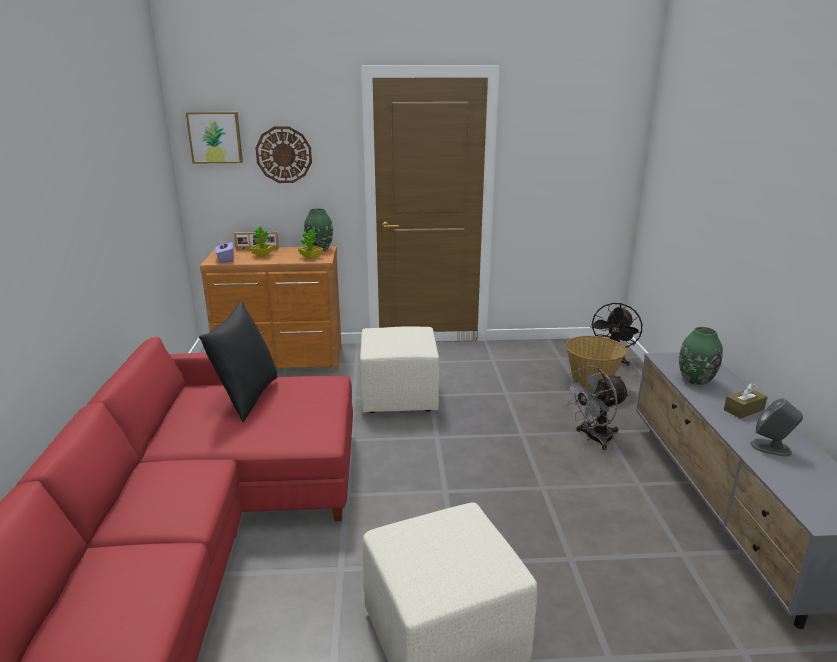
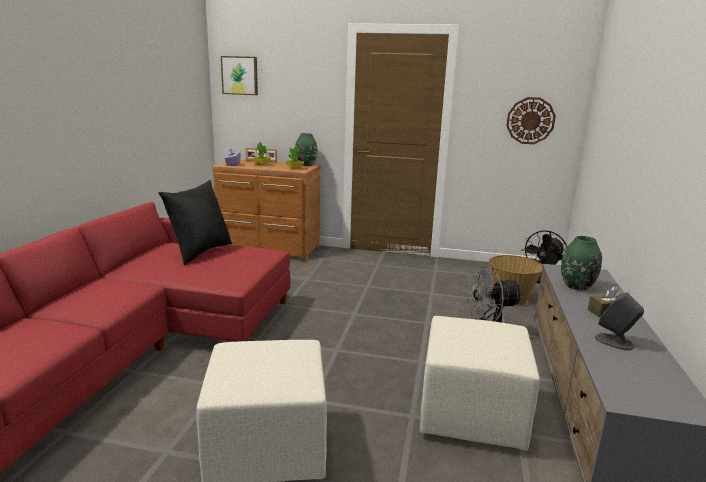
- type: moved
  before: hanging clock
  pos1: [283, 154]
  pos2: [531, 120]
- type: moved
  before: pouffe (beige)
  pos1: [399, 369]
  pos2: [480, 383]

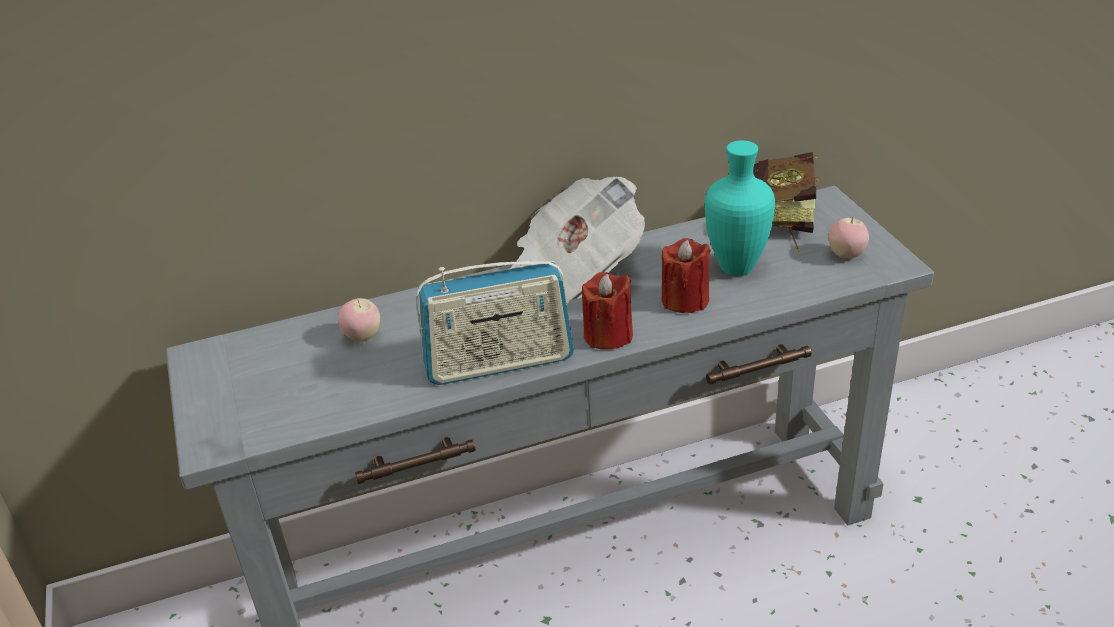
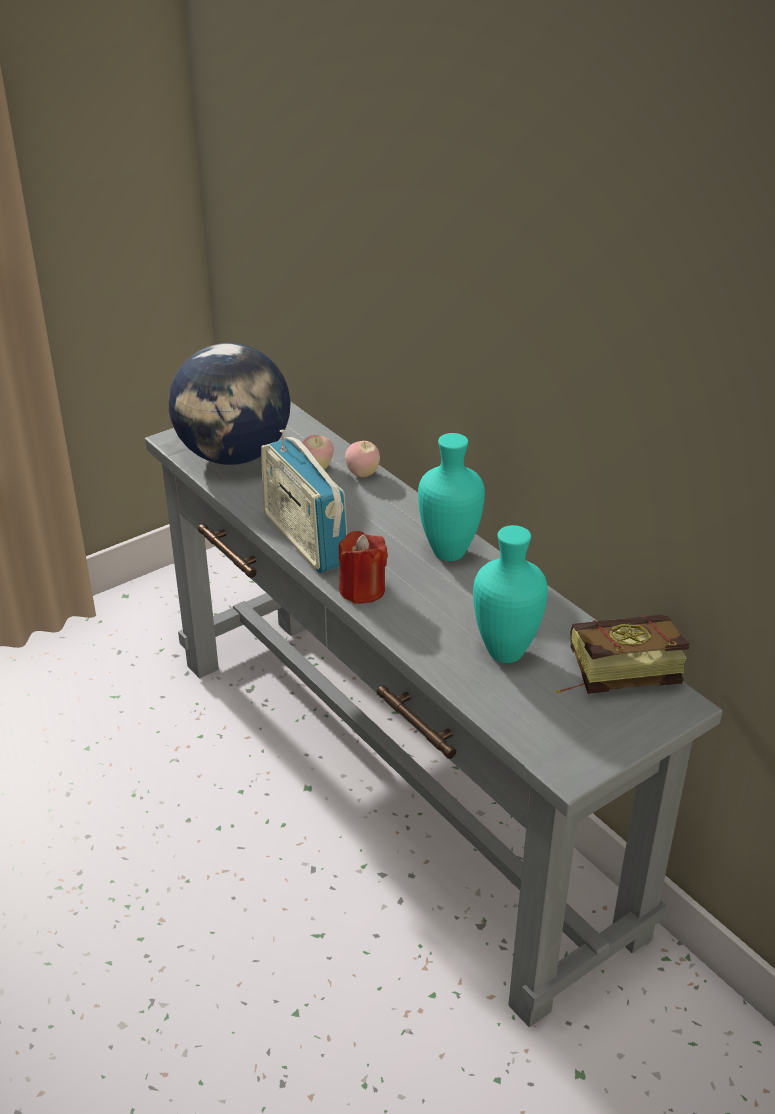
- type: removed
  before: candle (red-coloured)
  pos1: [686, 275]
- type: added
  after: globe
  pos2: [230, 404]
- type: moved
  before: apple fruit
  pos1: [849, 237]
  pos2: [362, 459]
- type: replaced
  before: newspaper
  after: flower vase (turquoise)
  pos1: [578, 241]
  pos2: [451, 497]

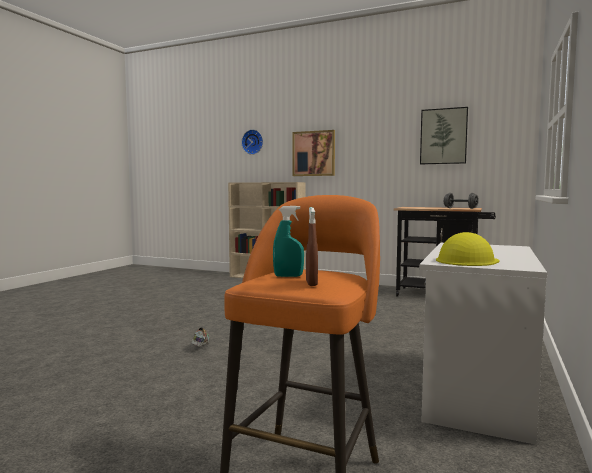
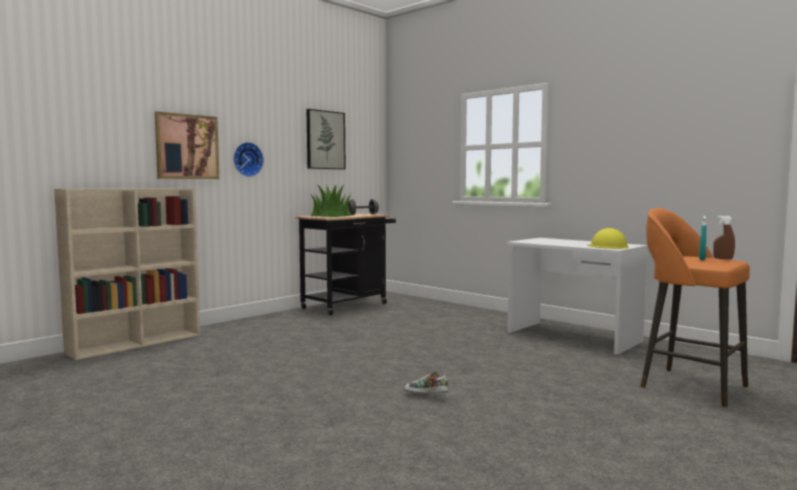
- type: added
  after: houseplant
  pos2: [331, 200]
- type: moved
  before: hanging clock
  pos1: [252, 142]
  pos2: [248, 159]

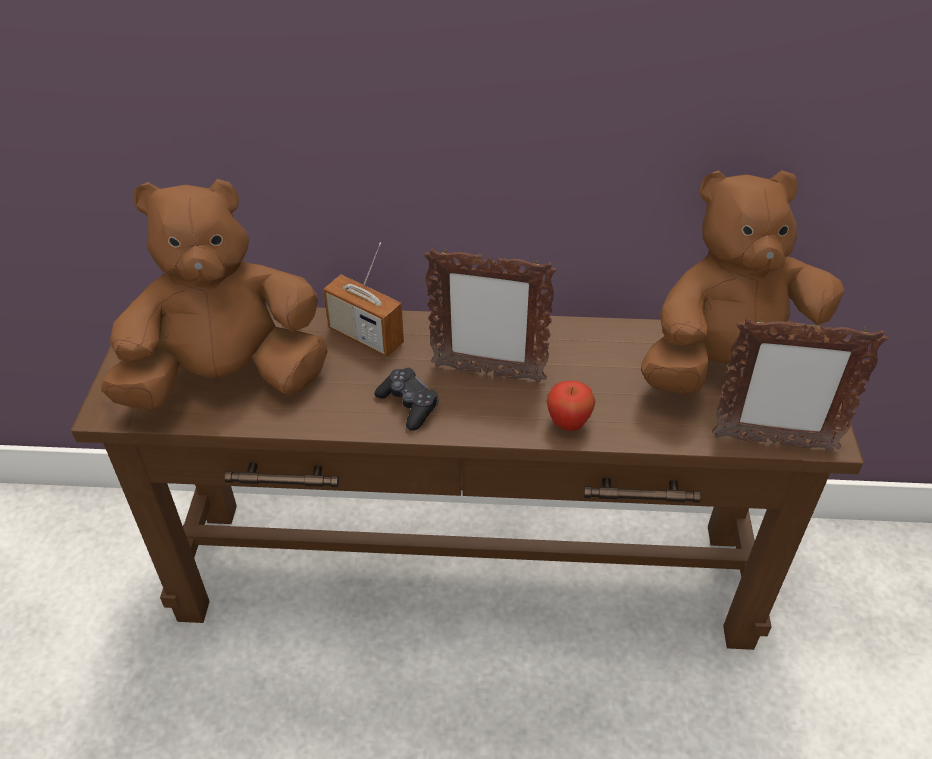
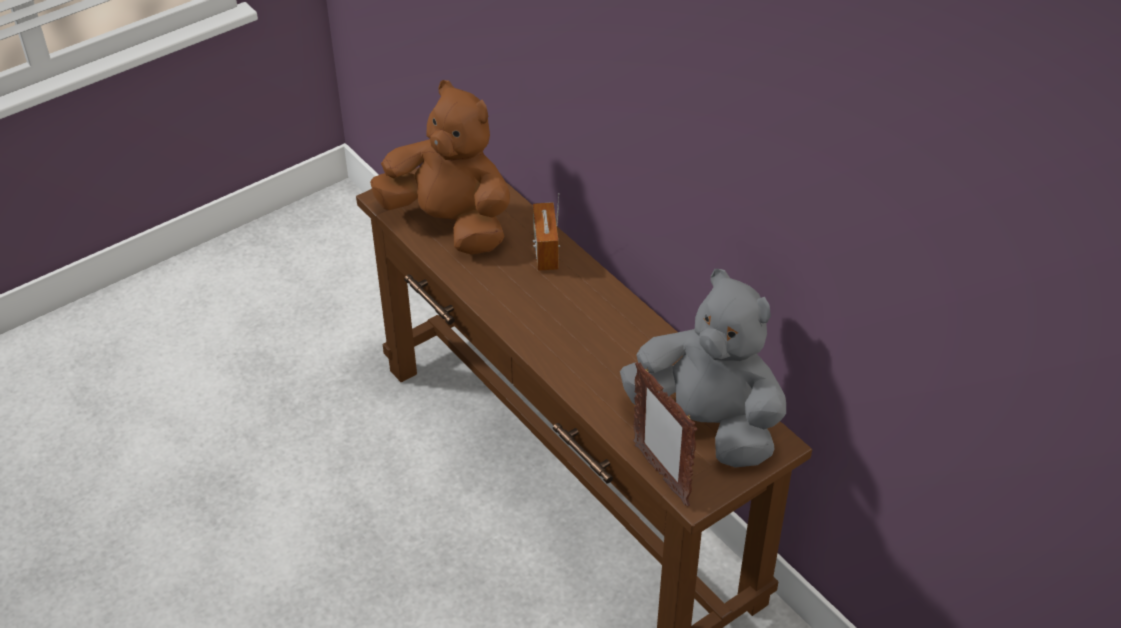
- type: removed
  before: game controller (black)
  pos1: [406, 399]
- type: removed
  before: photo frame
  pos1: [490, 315]
- type: removed
  before: apple fruit
  pos1: [571, 406]
- type: recoloured
  before: soft toy (brownish)
  after: soft toy (gray)
  pos1: [742, 282]
  pos2: [703, 368]

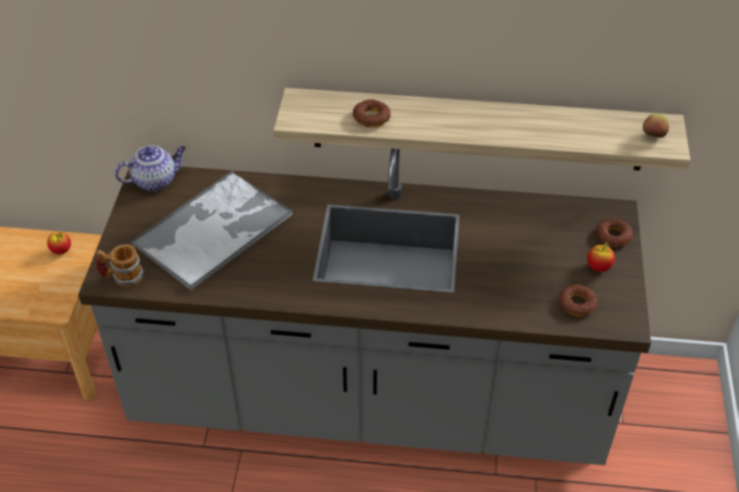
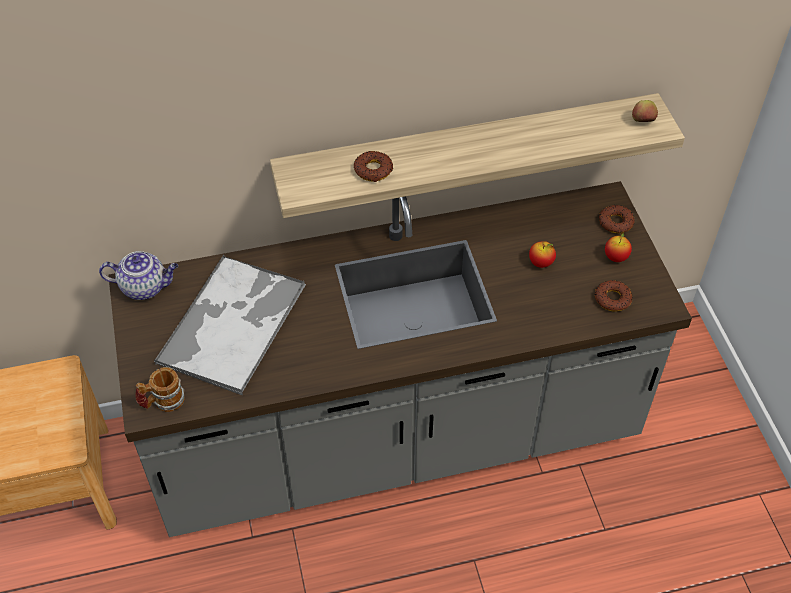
- type: moved
  before: apple fruit
  pos1: [59, 243]
  pos2: [542, 254]
- type: turned
  before: tea pot
  pos1: [150, 168]
  pos2: [138, 275]
  turn: 45

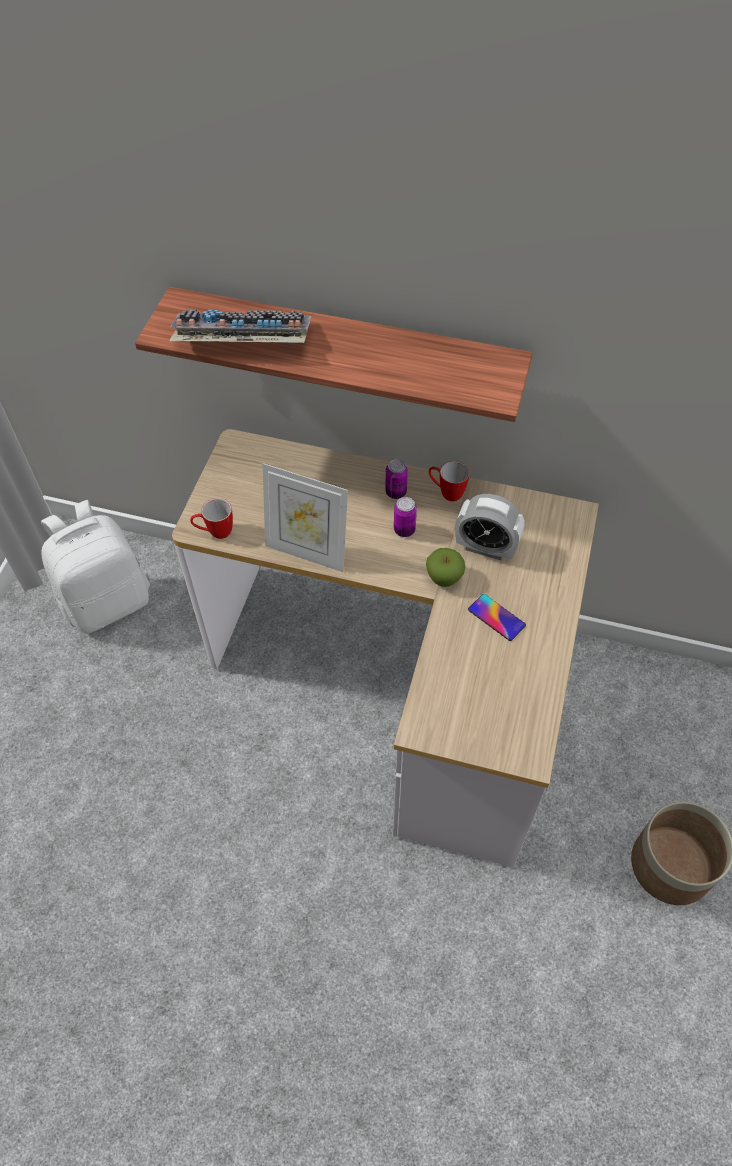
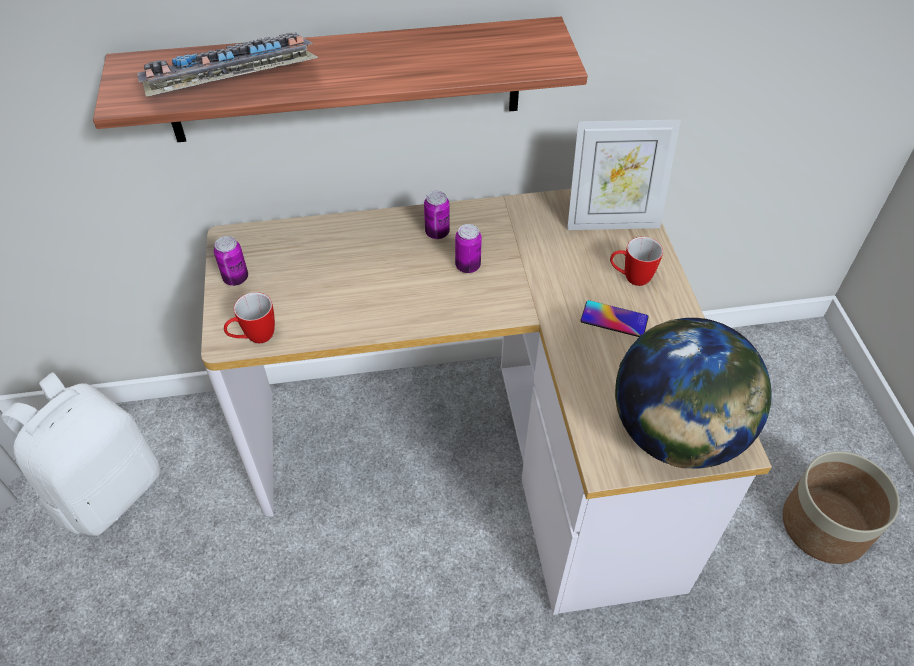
- type: removed
  before: apple fruit
  pos1: [445, 567]
- type: removed
  before: bedside clock
  pos1: [489, 527]
- type: added
  after: can
  pos2: [231, 261]
- type: added
  after: globe
  pos2: [693, 393]
- type: moved
  before: photo frame
  pos1: [305, 517]
  pos2: [624, 175]
- type: moved
  before: mug
  pos1: [449, 481]
  pos2: [636, 261]

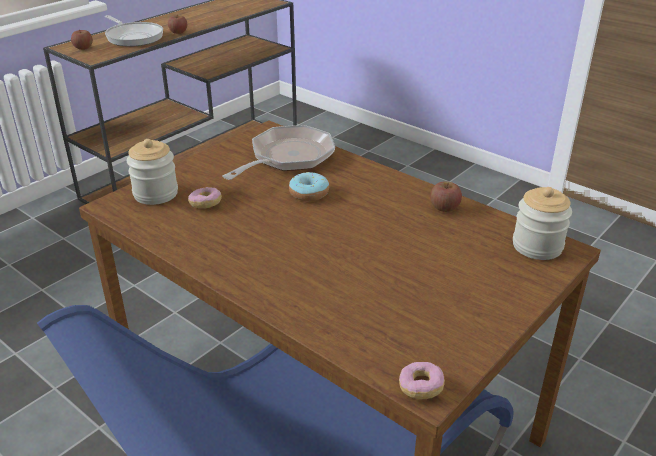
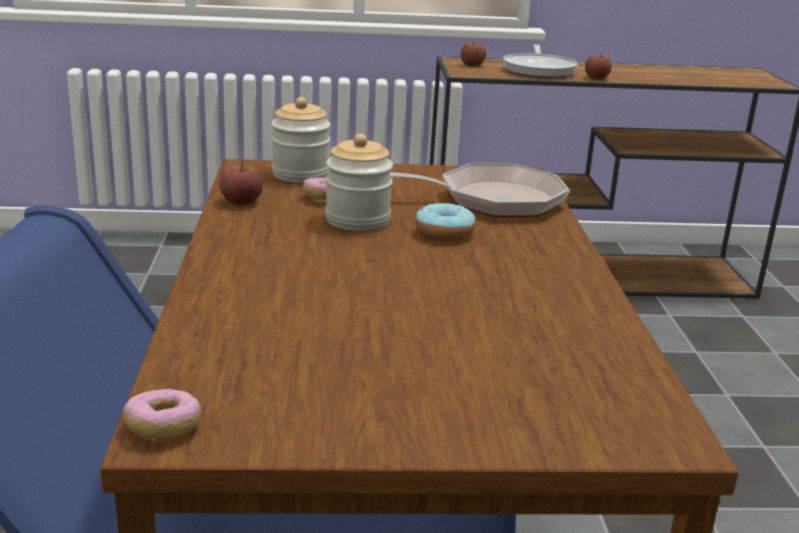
- type: moved
  before: apple fruit
  pos1: [446, 196]
  pos2: [241, 184]
- type: moved
  before: jar
  pos1: [542, 223]
  pos2: [359, 182]

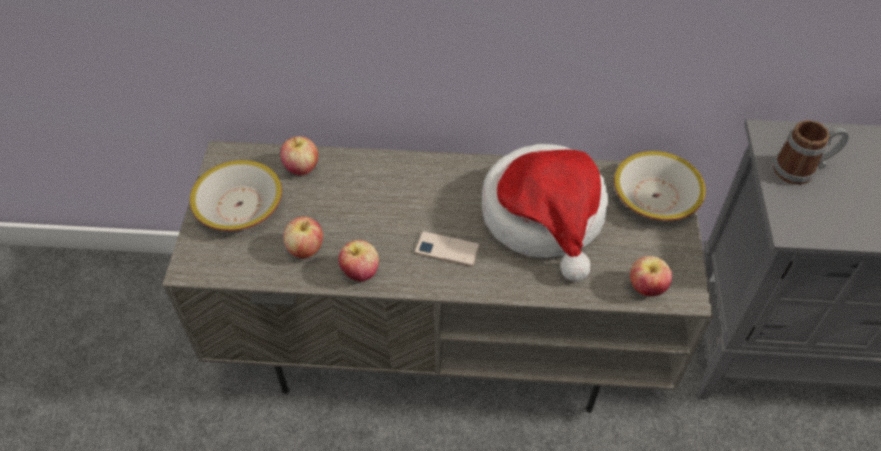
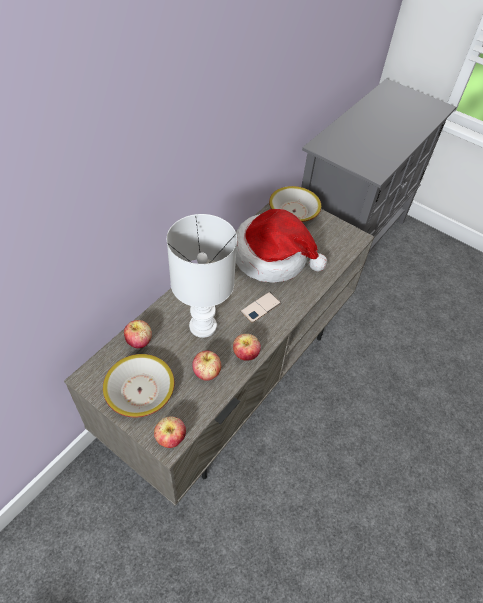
- type: removed
  before: mug
  pos1: [811, 152]
- type: added
  after: table lamp (white-coloured)
  pos2: [202, 276]
- type: moved
  before: apple fruit
  pos1: [651, 276]
  pos2: [170, 432]

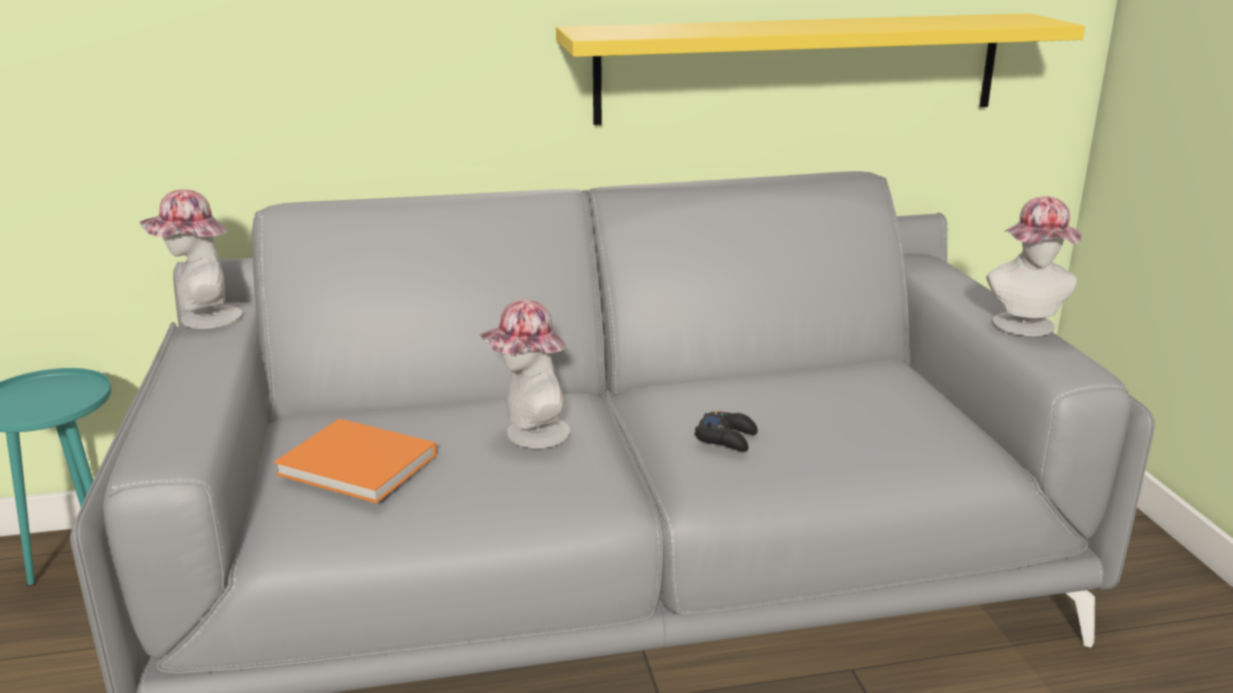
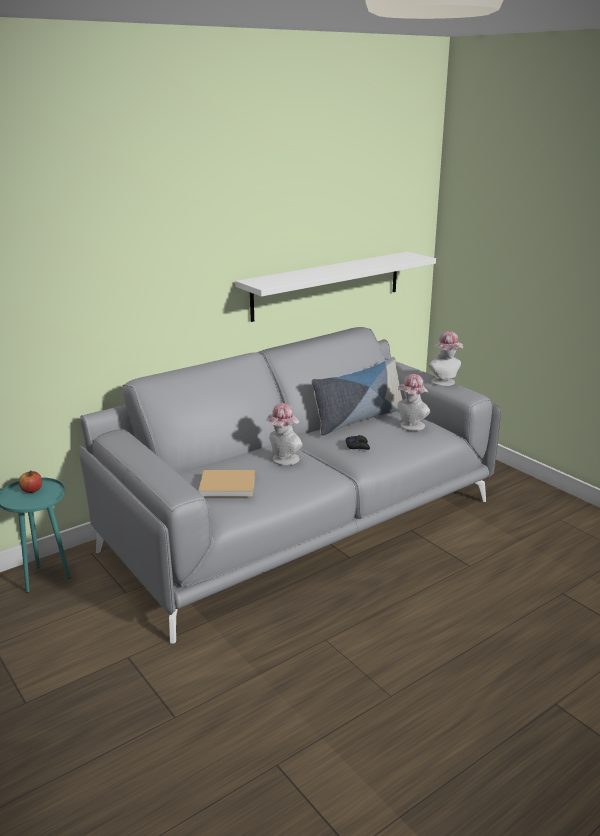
- type: added
  after: apple fruit
  pos2: [30, 481]
- type: added
  after: pillow
  pos2: [357, 396]
- type: moved
  before: hat
  pos1: [191, 259]
  pos2: [414, 402]
- type: recoloured
  before: bound book (orange-coloured)
  after: bound book (beige)
  pos1: [355, 460]
  pos2: [226, 483]
- type: recoloured
  before: wall shelf (yellow-coloured)
  after: wall shelf (white-coloured)
  pos1: [820, 69]
  pos2: [335, 287]

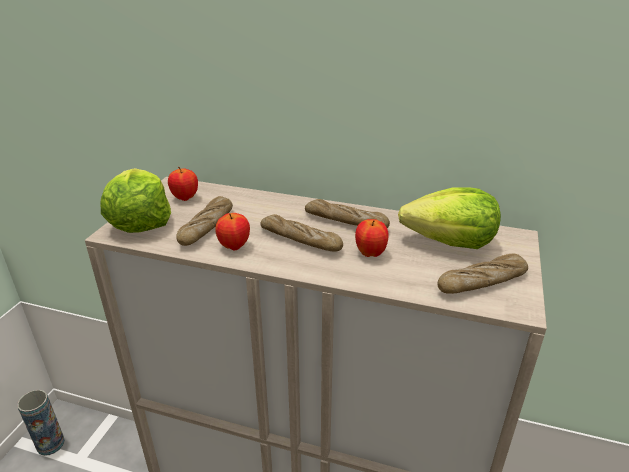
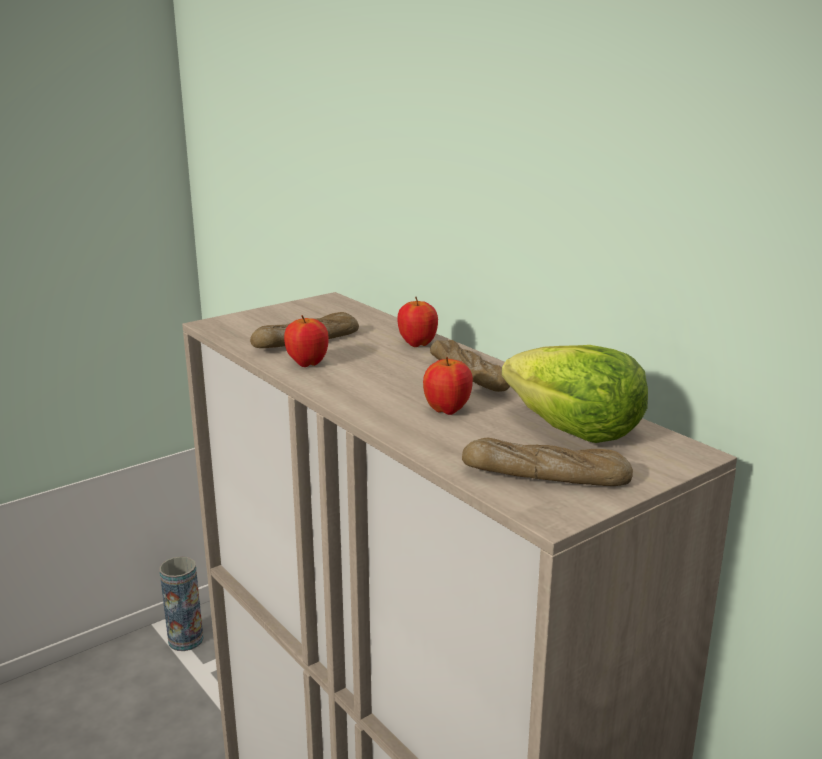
- type: removed
  before: lettuce
  pos1: [135, 200]
- type: removed
  before: bakery bread
  pos1: [301, 233]
- type: moved
  before: apple fruit
  pos1: [183, 184]
  pos2: [417, 322]

